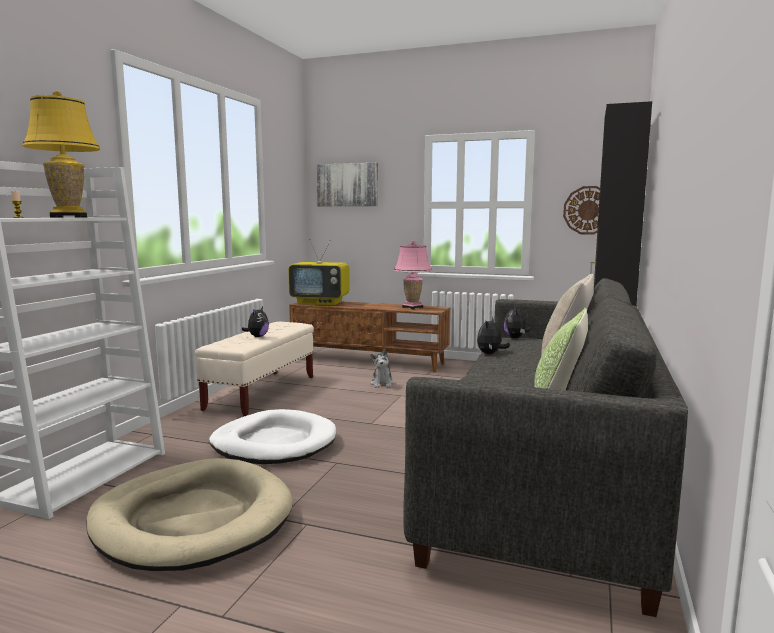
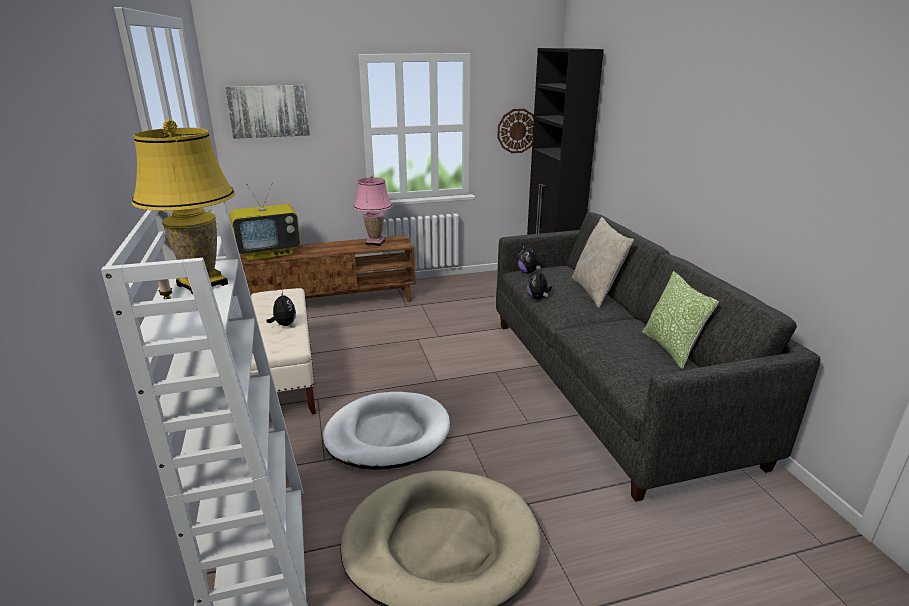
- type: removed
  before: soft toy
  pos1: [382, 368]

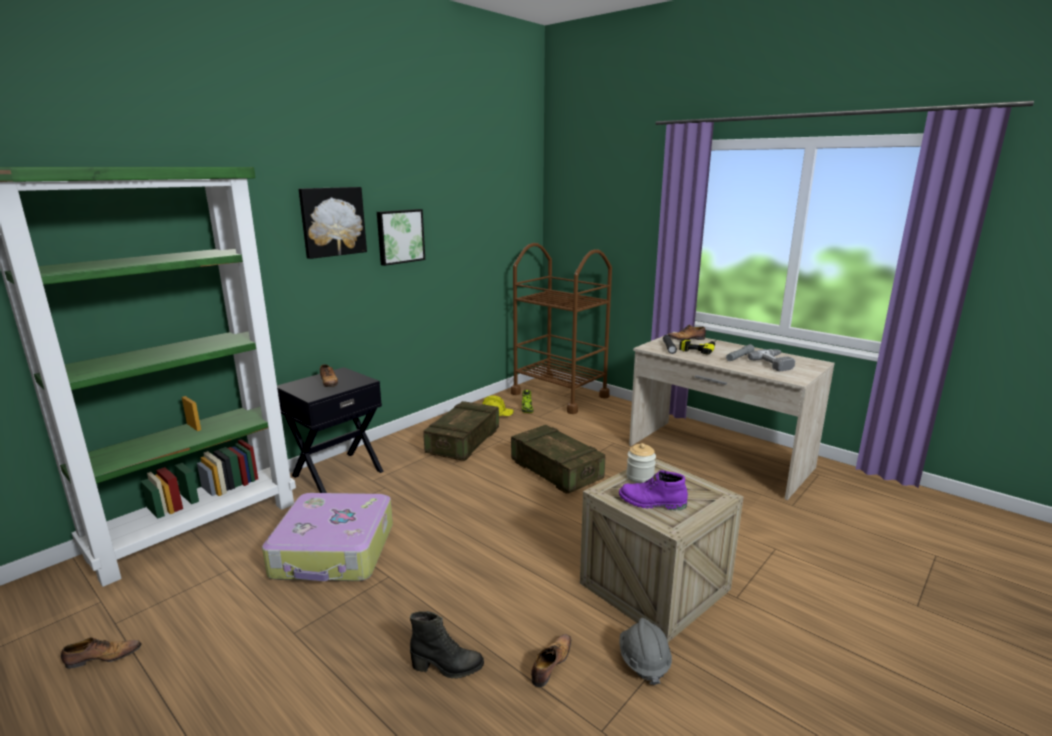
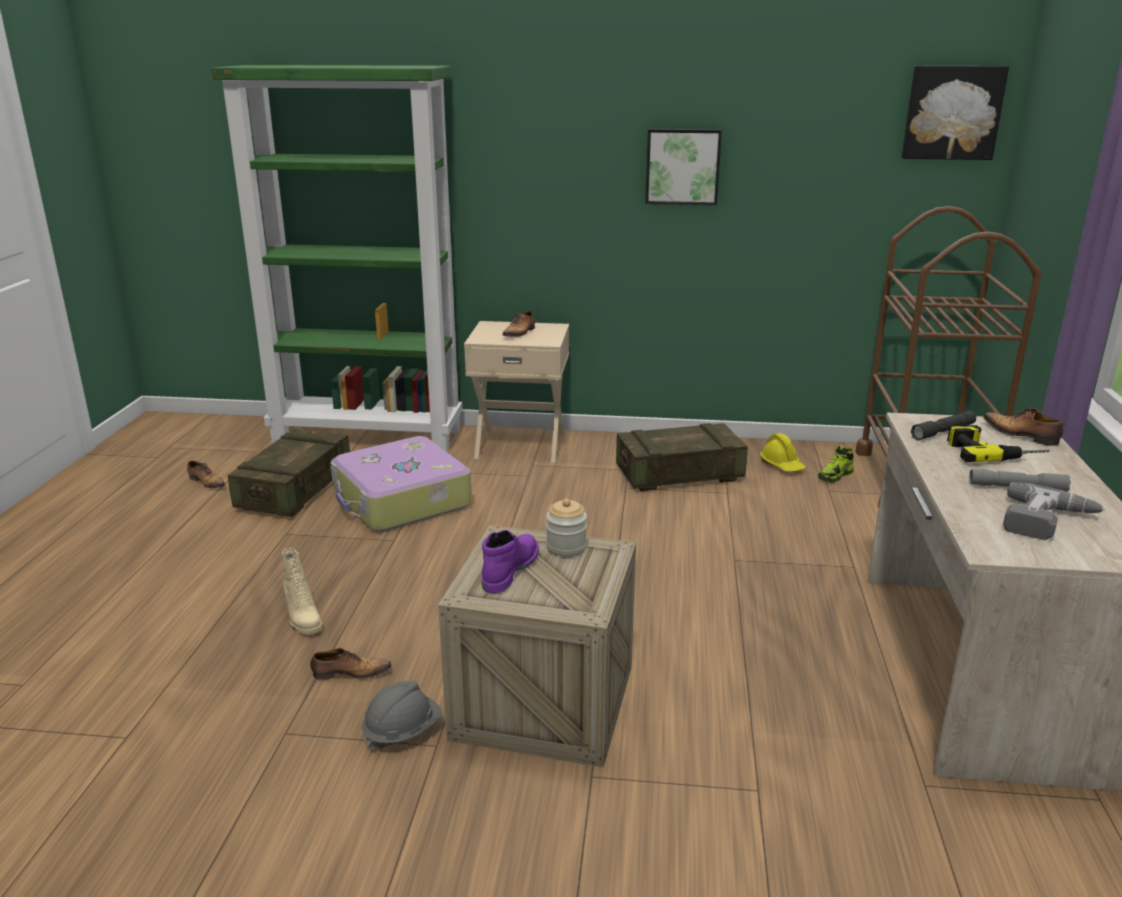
- type: moved
  before: wall picture
  pos1: [333, 223]
  pos2: [955, 113]
- type: moved
  before: crate
  pos1: [558, 459]
  pos2: [289, 472]
- type: recoloured
  before: bedside table (black)
  after: bedside table (beige)
  pos1: [330, 430]
  pos2: [516, 392]
- type: recoloured
  before: boot (black)
  after: boot (beige)
  pos1: [447, 645]
  pos2: [302, 591]
- type: turned
  before: boot (purple)
  pos1: [653, 490]
  pos2: [510, 562]
  turn: 45

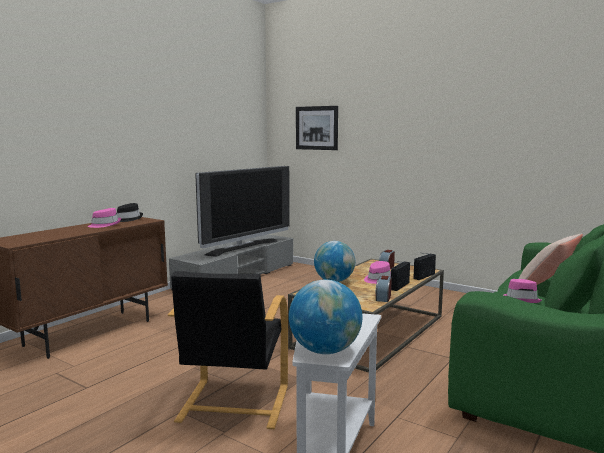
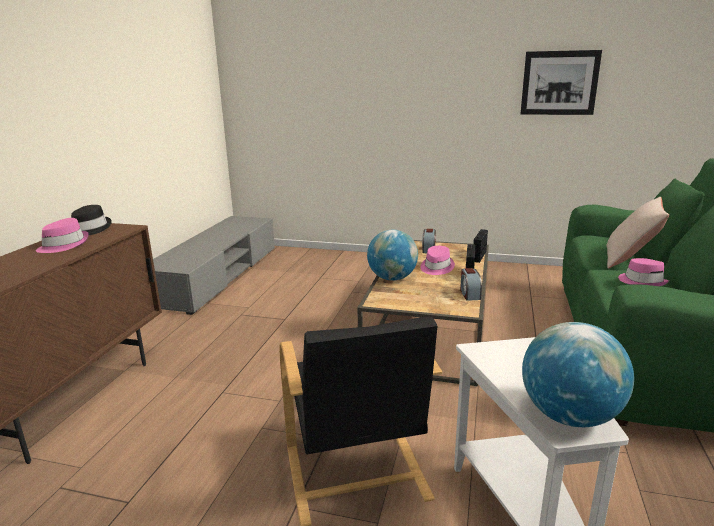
- type: removed
  before: TV set
  pos1: [242, 211]
- type: moved
  before: wall picture
  pos1: [317, 128]
  pos2: [561, 82]

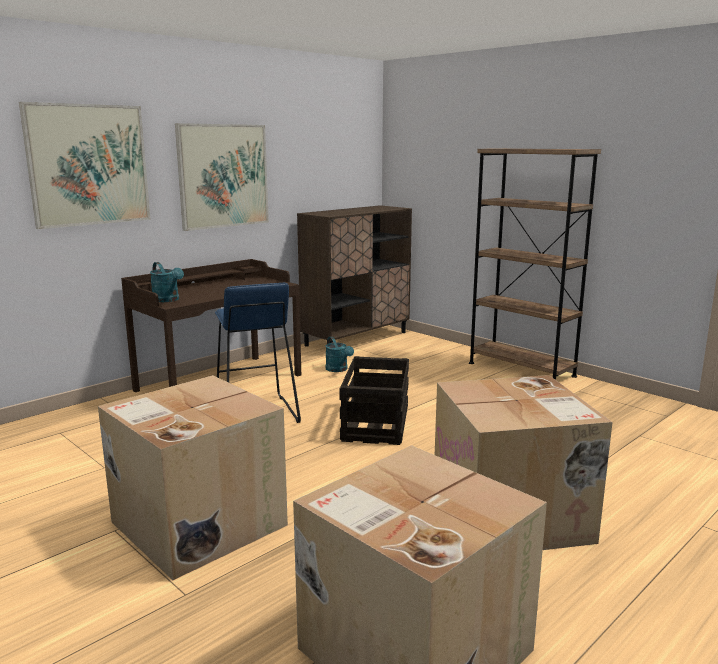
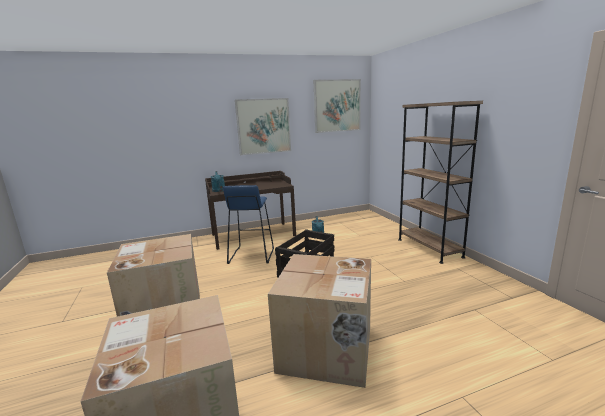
- type: removed
  before: cupboard (brownish)
  pos1: [354, 276]
- type: moved
  before: wall picture
  pos1: [85, 165]
  pos2: [337, 106]

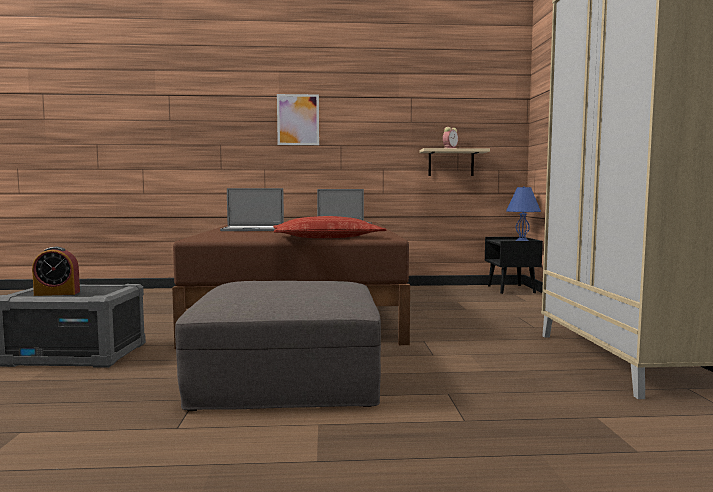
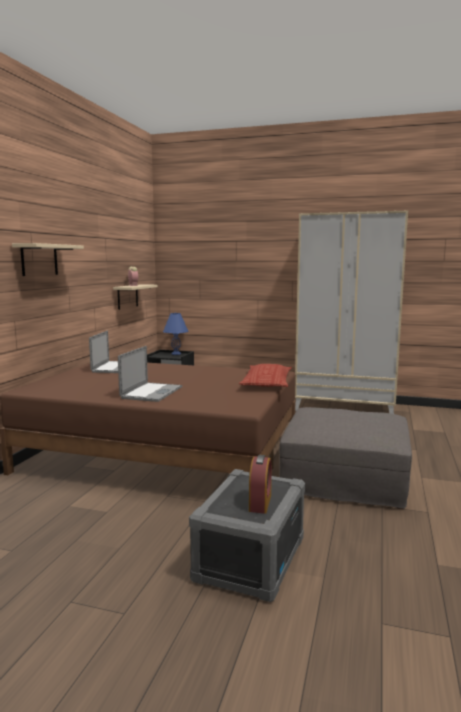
- type: replaced
  before: wall picture
  after: wall shelf (beige)
  pos1: [298, 119]
  pos2: [48, 259]

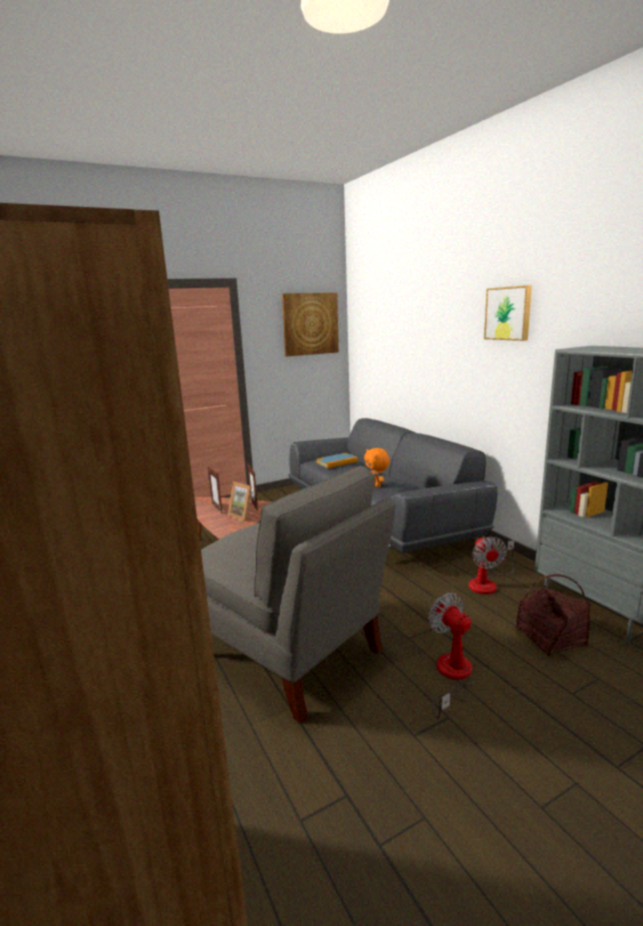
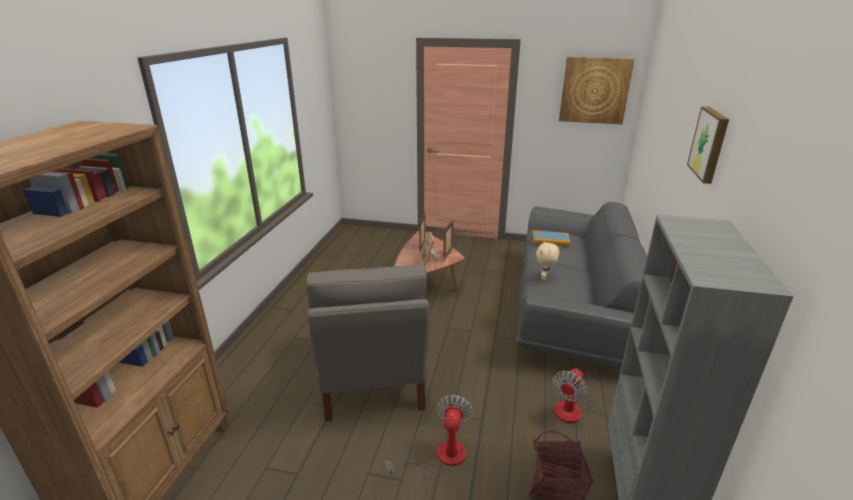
- type: recoloured
  before: soft toy (orange-coloured)
  after: soft toy (beige)
  pos1: [377, 467]
  pos2: [547, 260]

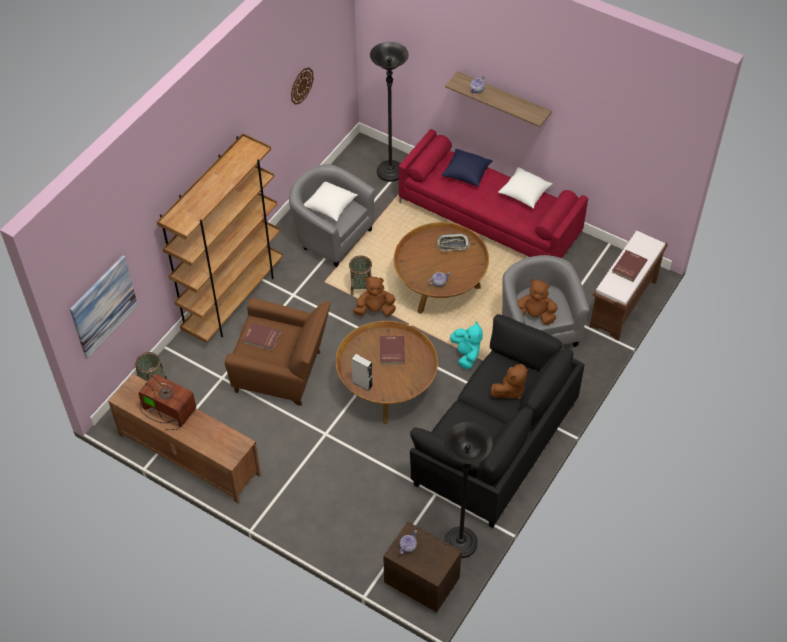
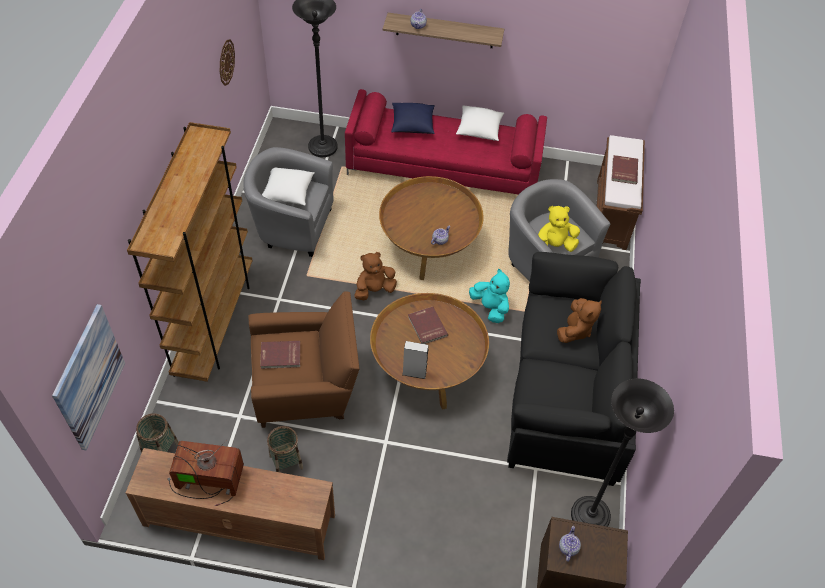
- type: removed
  before: tray
  pos1: [453, 242]
- type: moved
  before: household basket
  pos1: [360, 275]
  pos2: [285, 449]
- type: recoloured
  before: soft toy (brownish)
  after: soft toy (yellow-coloured)
  pos1: [537, 302]
  pos2: [559, 229]

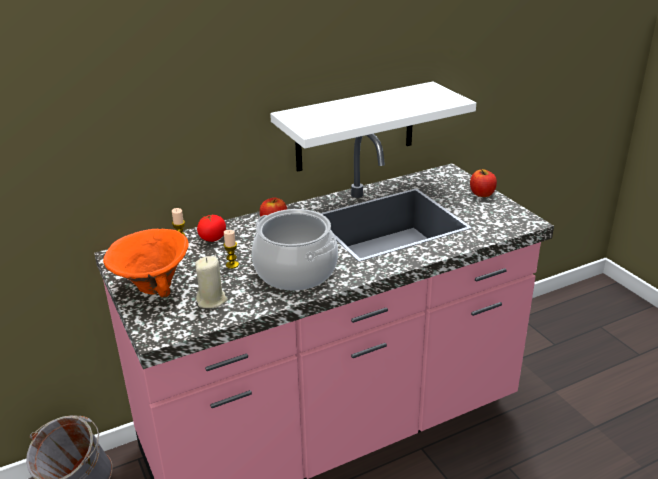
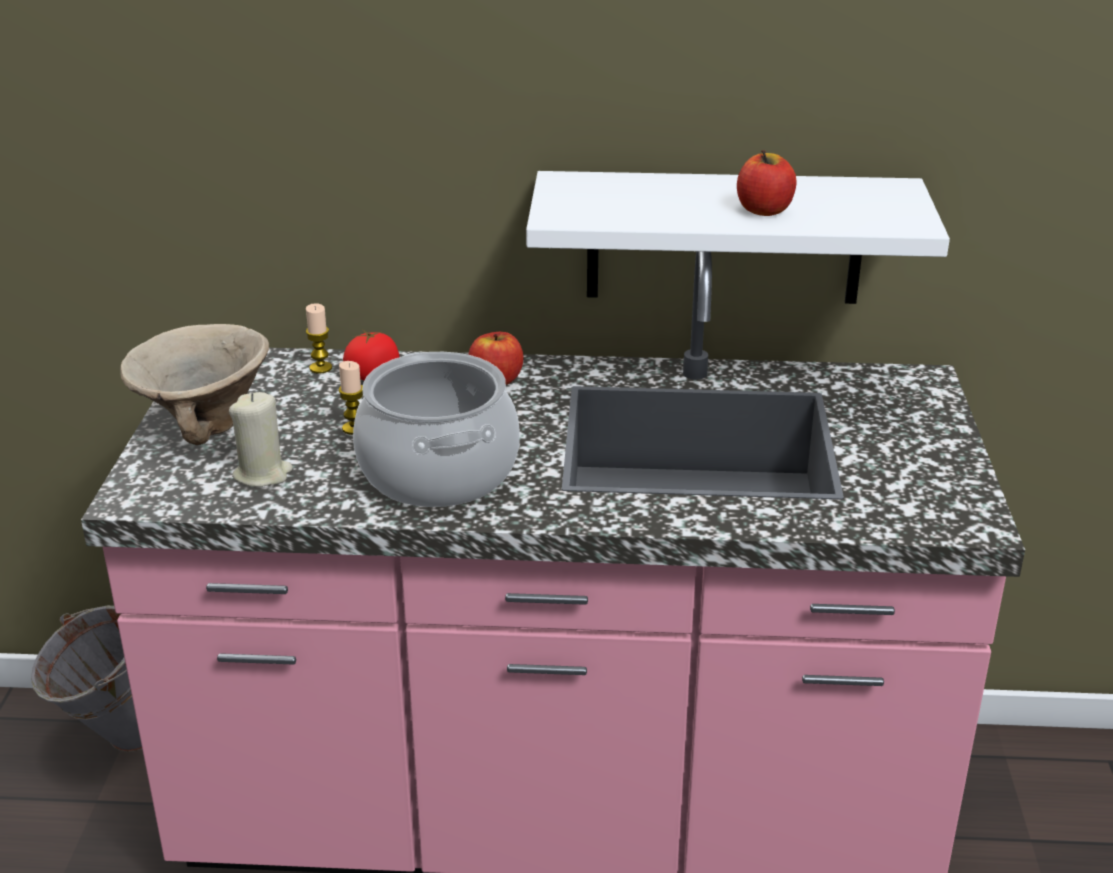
- type: moved
  before: apple fruit
  pos1: [483, 183]
  pos2: [766, 183]
- type: recoloured
  before: serving bowl (orange-coloured)
  after: serving bowl (beige)
  pos1: [146, 263]
  pos2: [194, 384]

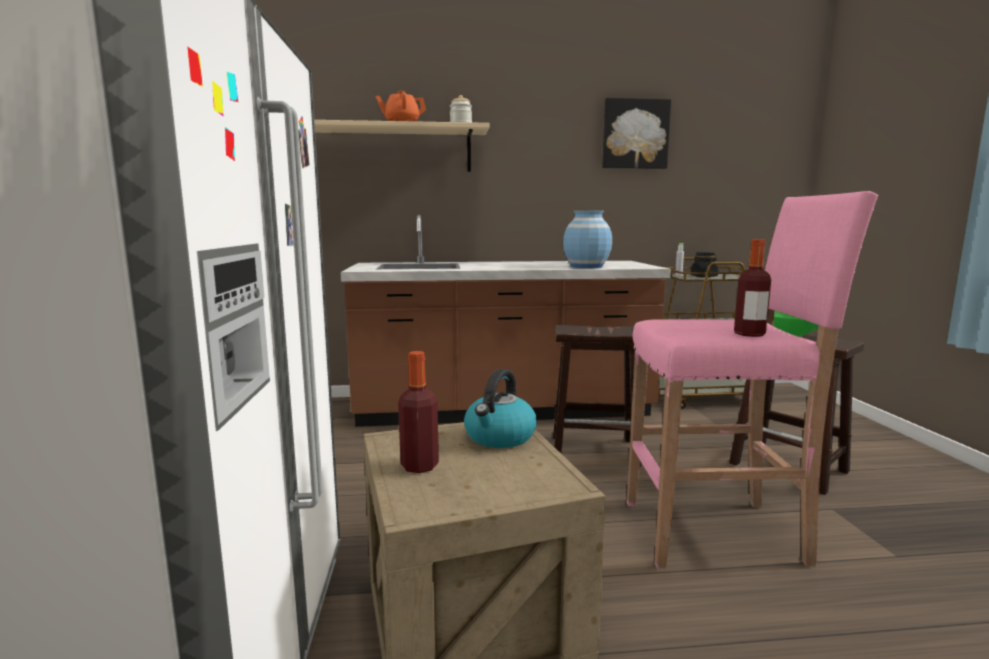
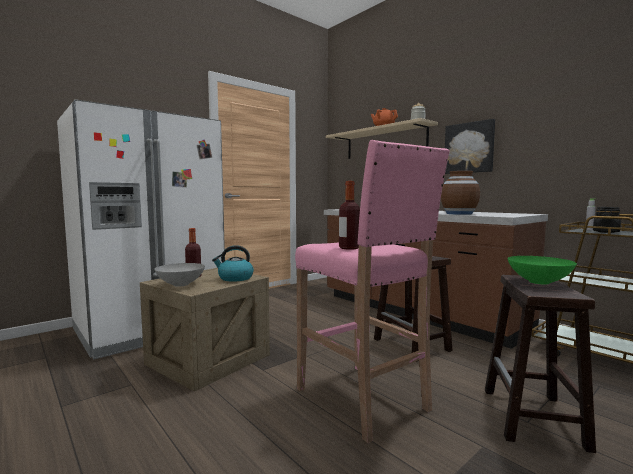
- type: added
  after: serving bowl (gray)
  pos2: [179, 275]
- type: moved
  before: wall picture
  pos1: [636, 133]
  pos2: [470, 146]
- type: recoloured
  before: flower vase (bluish)
  after: flower vase (brownish)
  pos1: [587, 239]
  pos2: [460, 193]

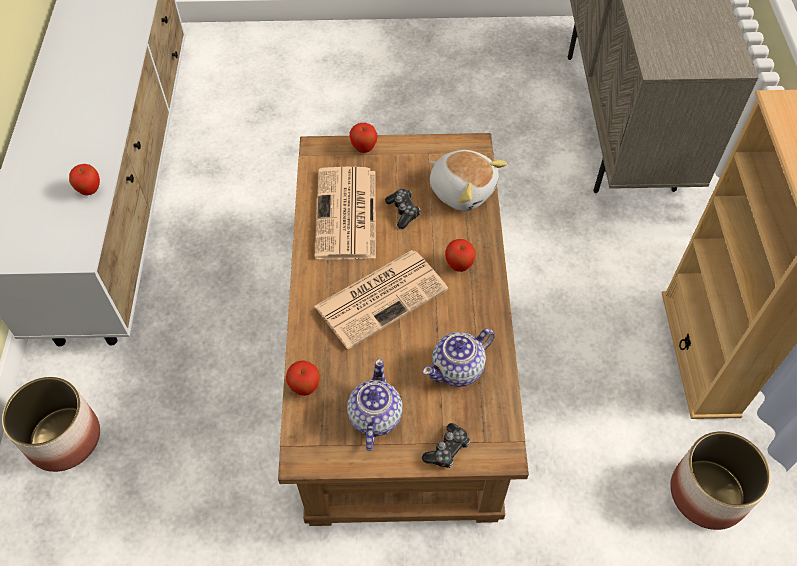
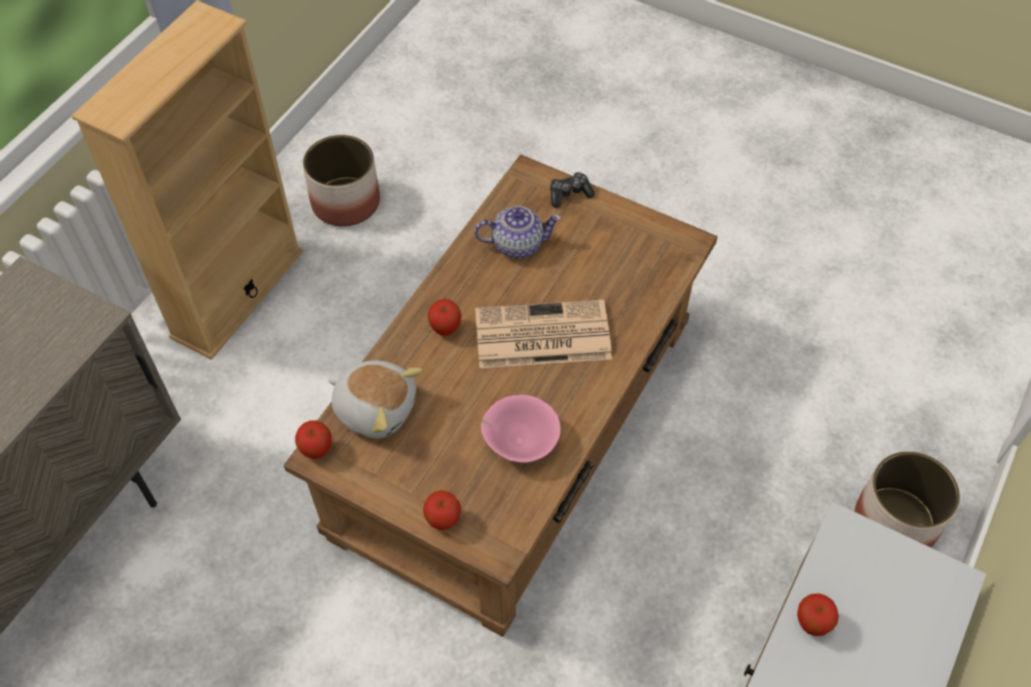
- type: removed
  before: tea pot
  pos1: [375, 405]
- type: removed
  before: game controller
  pos1: [402, 209]
- type: moved
  before: apple fruit
  pos1: [303, 378]
  pos2: [313, 439]
- type: replaced
  before: newspaper
  after: serving bowl (pink)
  pos1: [345, 213]
  pos2: [521, 429]
- type: turned
  before: soft toy
  pos1: [468, 180]
  pos2: [375, 399]
  turn: 135

